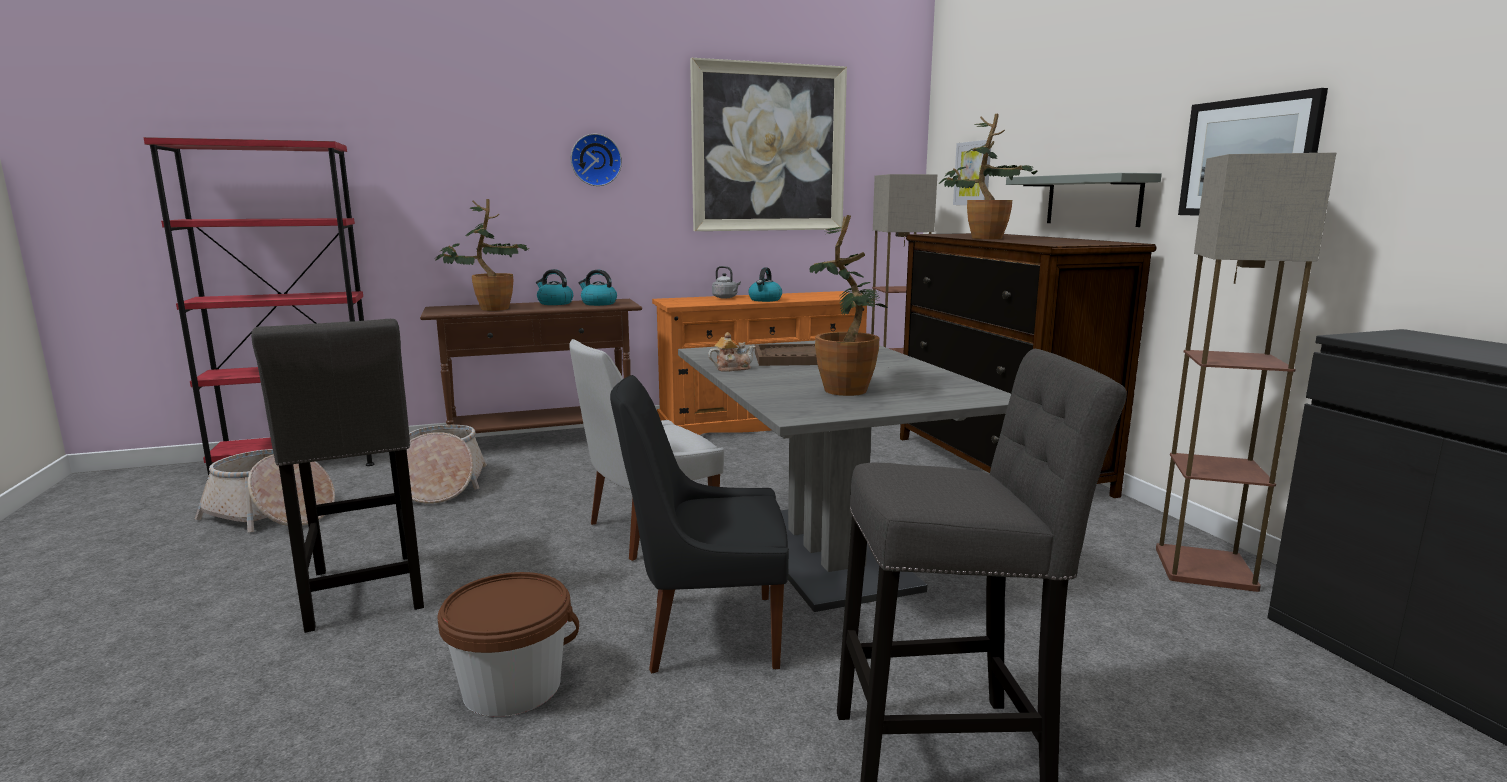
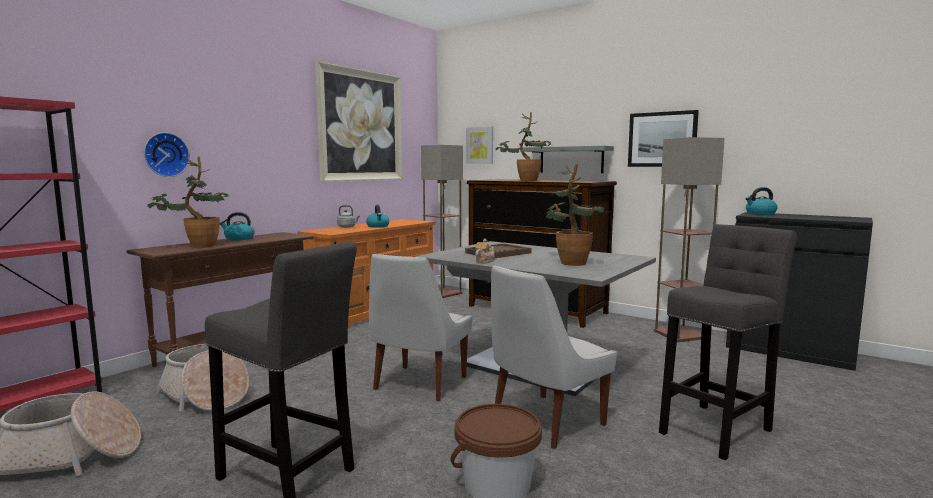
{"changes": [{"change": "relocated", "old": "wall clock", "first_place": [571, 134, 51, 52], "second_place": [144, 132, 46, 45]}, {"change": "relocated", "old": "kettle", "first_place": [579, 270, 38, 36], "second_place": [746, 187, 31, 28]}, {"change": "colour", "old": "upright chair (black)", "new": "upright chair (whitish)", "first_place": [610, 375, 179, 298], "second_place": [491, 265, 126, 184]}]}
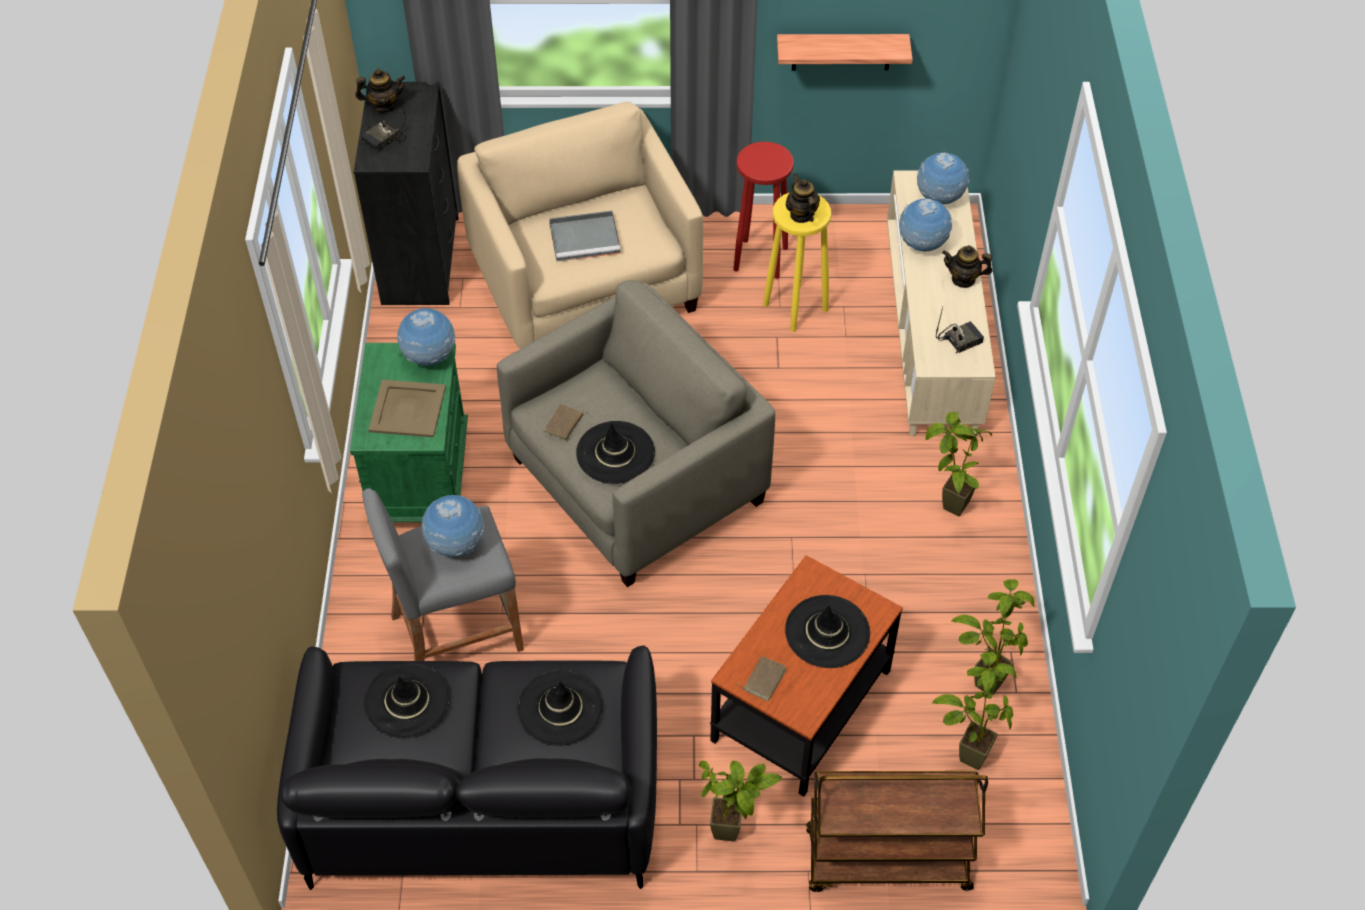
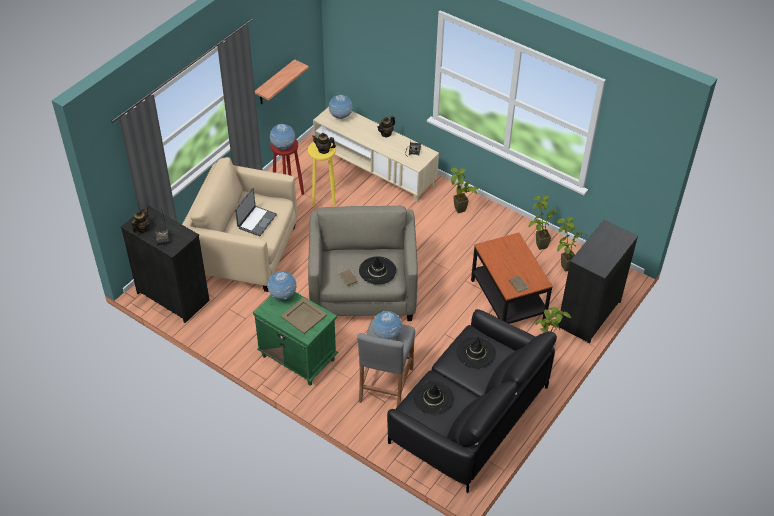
{"changes": [{"change": "missing", "old": "wearable hat (black)", "first_place": [785, 595, 85, 73]}, {"change": "relocated", "old": "world globe", "first_place": [899, 198, 53, 53], "second_place": [270, 124, 25, 25]}, {"change": "exchanged", "old": "serving tray (greyish)", "new": "portable computer", "first_place": [549, 211, 72, 51], "second_place": [235, 188, 42, 48]}, {"change": "exchanged", "old": "wheeled cart (brown)", "new": "dresser (black)", "first_place": [806, 771, 182, 121], "second_place": [559, 220, 79, 123]}]}
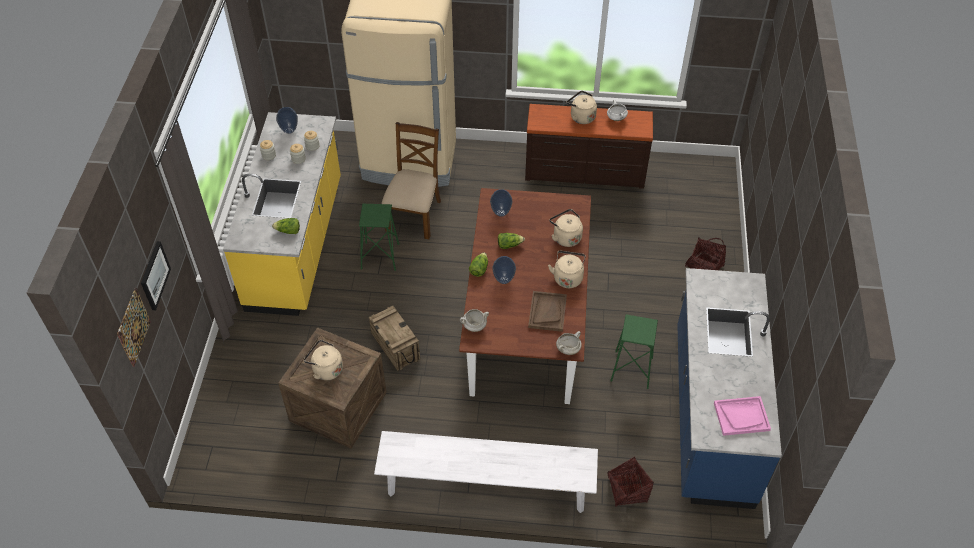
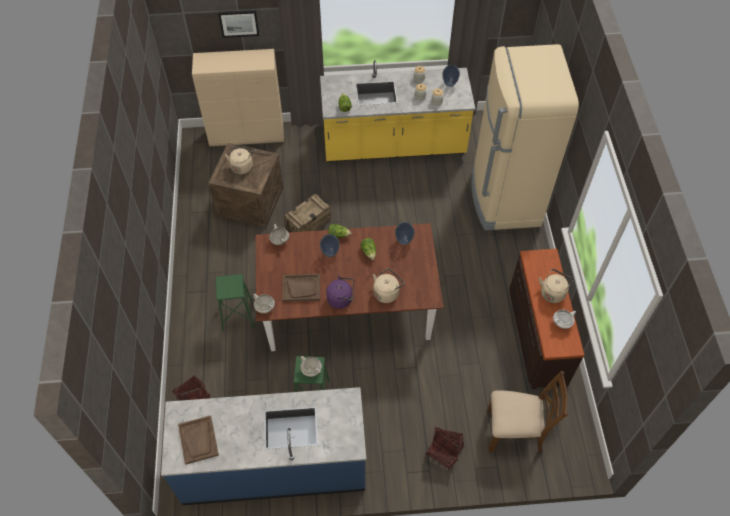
{"changes": [{"change": "missing", "old": "picture", "first_place": [117, 288, 34, 79]}, {"change": "missing", "old": "long seat (whitish)", "first_place": [374, 431, 224, 82]}, {"change": "appeared", "new": "storage cabinet (beige-coloured)", "second_place": [192, 49, 92, 97]}, {"change": "appeared", "new": "saucepot (whitish)", "second_place": [300, 356, 22, 21]}, {"change": "relocated", "old": "sitting stool (green)", "first_place": [359, 204, 40, 67], "second_place": [216, 274, 38, 57]}, {"change": "relocated", "old": "upright chair (brown)", "first_place": [382, 122, 59, 117], "second_place": [487, 371, 81, 82]}, {"change": "colour", "old": "kettle (beige-coloured)", "new": "kettle (purple)", "first_place": [548, 251, 38, 37], "second_place": [326, 275, 28, 34]}, {"change": "colour", "old": "serving tray (pinkish)", "new": "serving tray (brown)", "first_place": [714, 396, 57, 40], "second_place": [178, 415, 41, 50]}]}
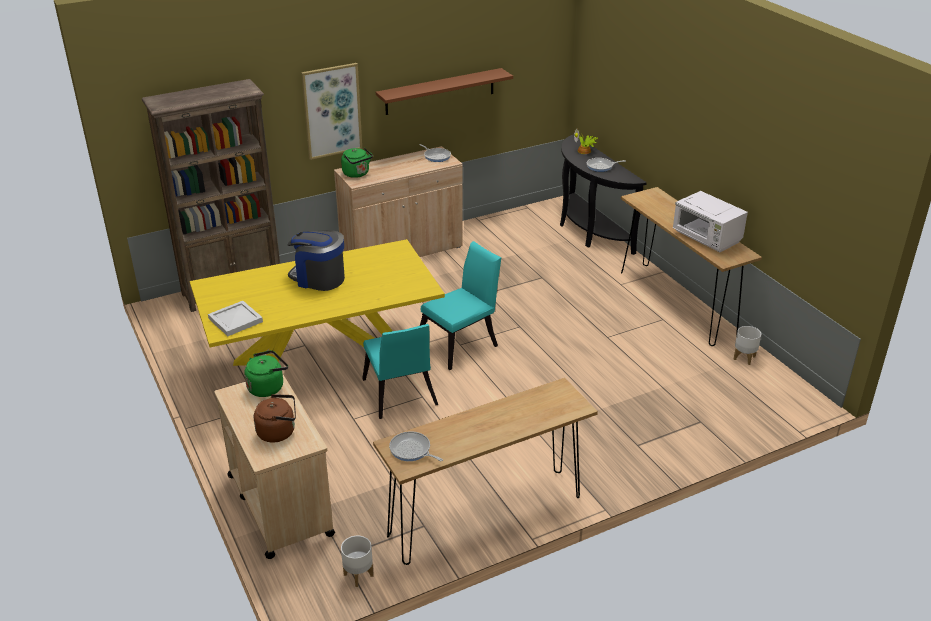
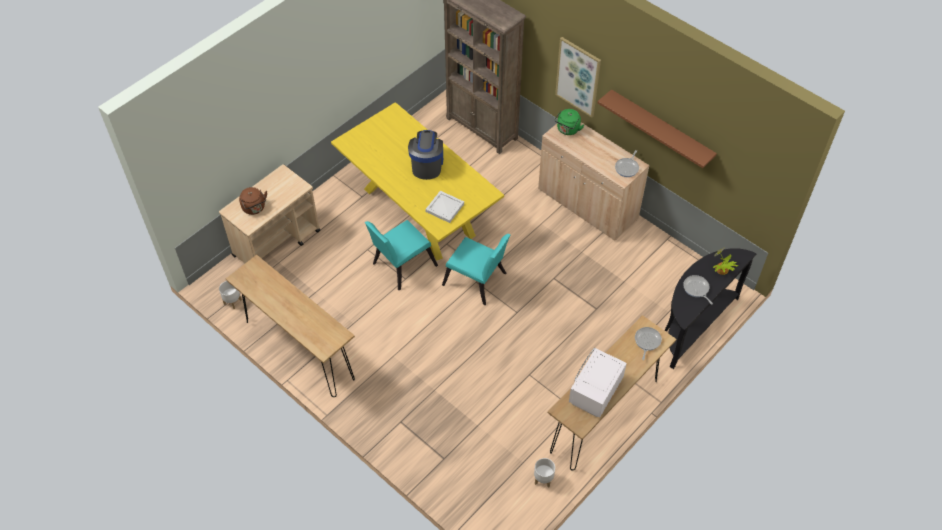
{"changes": [{"change": "missing", "old": "kettle (green)", "first_place": [244, 350, 44, 47]}, {"change": "relocated", "old": "serving tray (whitish)", "first_place": [208, 301, 55, 35], "second_place": [425, 191, 39, 32]}, {"change": "relocated", "old": "skillet", "first_place": [389, 431, 54, 30], "second_place": [635, 327, 27, 33]}]}
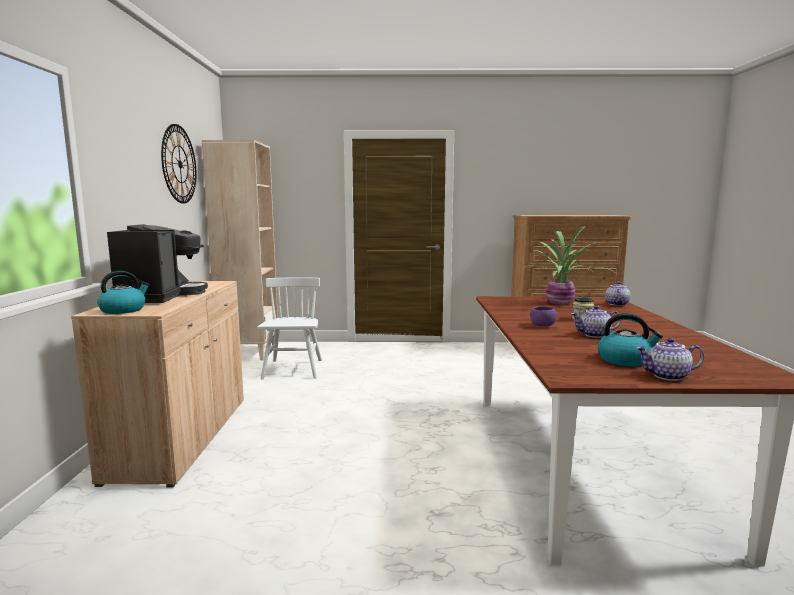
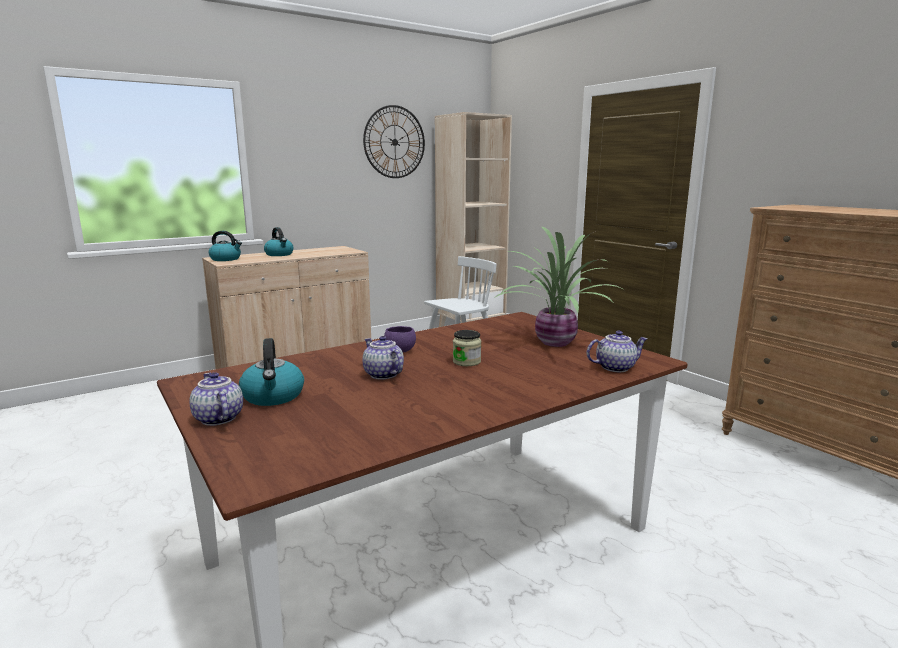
{"changes": [{"change": "exchanged", "old": "coffee brewer", "new": "kettle", "first_place": [107, 224, 101, 79], "second_place": [264, 227, 30, 29]}]}
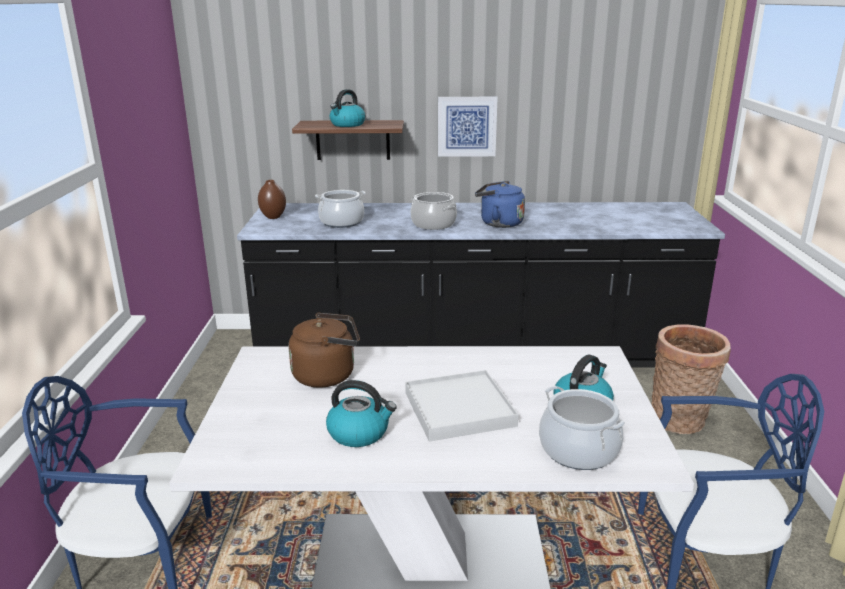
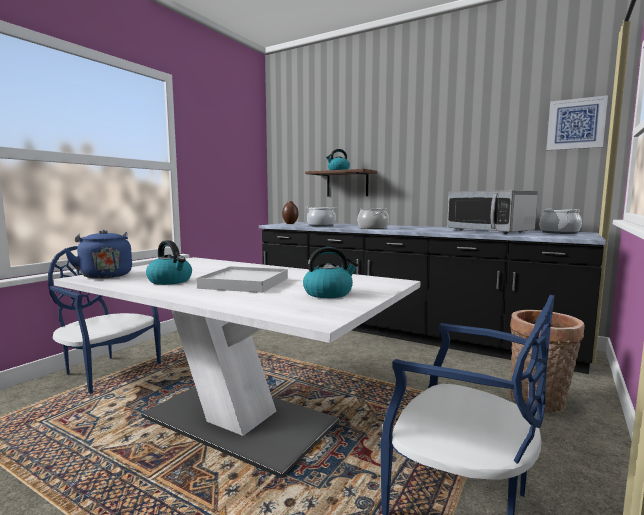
{"changes": [{"change": "missing", "old": "kettle (brown)", "first_place": [289, 313, 71, 75]}, {"change": "appeared", "new": "microwave", "second_place": [447, 190, 91, 44]}, {"change": "relocated", "old": "picture", "first_place": [438, 97, 60, 60], "second_place": [547, 95, 61, 55]}, {"change": "relocated", "old": "kettle (blue-coloured)", "first_place": [475, 181, 50, 47], "second_place": [64, 230, 68, 49]}, {"change": "relocated", "old": "saucepot", "first_place": [539, 386, 86, 84], "second_place": [539, 208, 43, 26]}]}
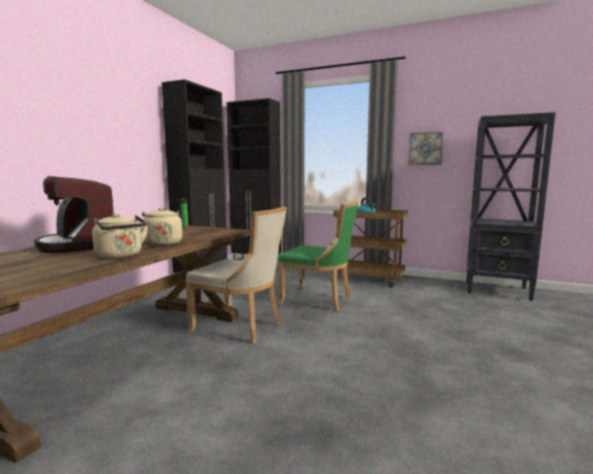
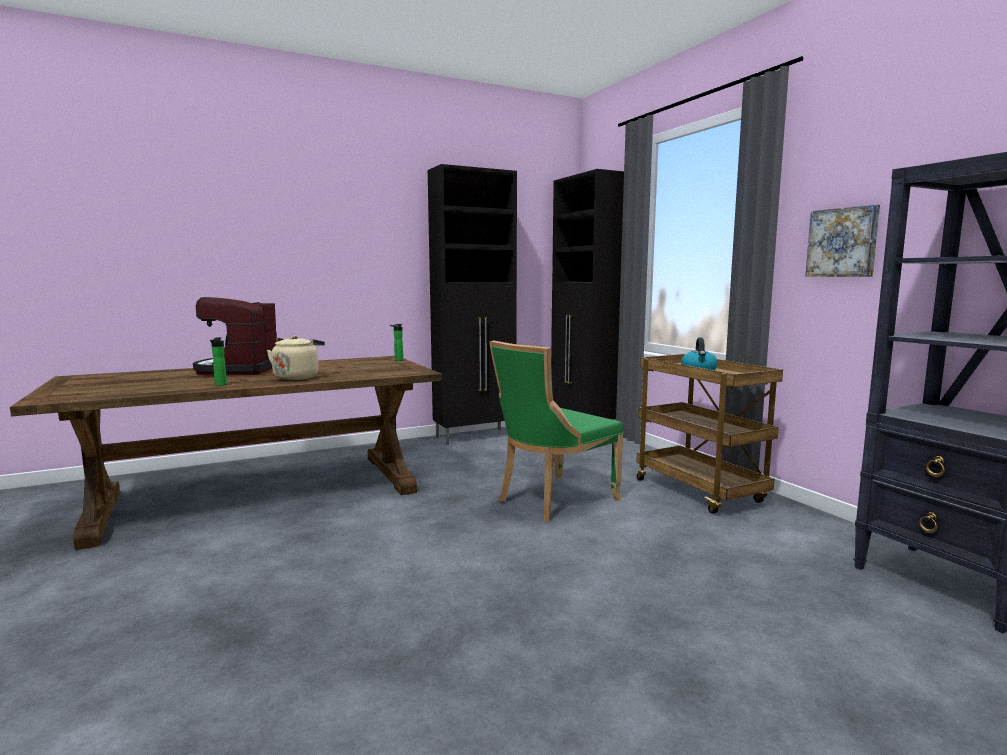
{"changes": [{"change": "missing", "old": "upright chair (beige-coloured)", "first_place": [186, 207, 101, 137]}, {"change": "exchanged", "old": "kettle (beige-coloured)", "new": "drink bottle", "first_place": [92, 214, 56, 45], "second_place": [210, 337, 17, 49]}, {"change": "spun", "old": "upright chair (green)", "first_place": [278, 201, 81, 110], "second_place": [489, 341, 134, 180], "degrees": 75}]}
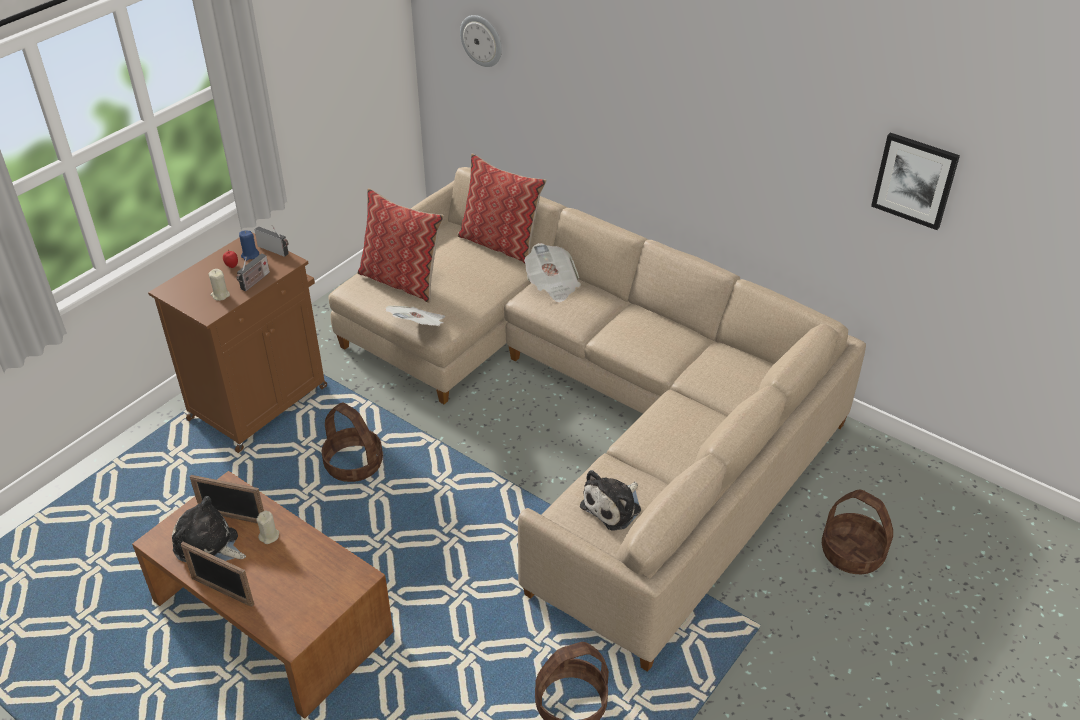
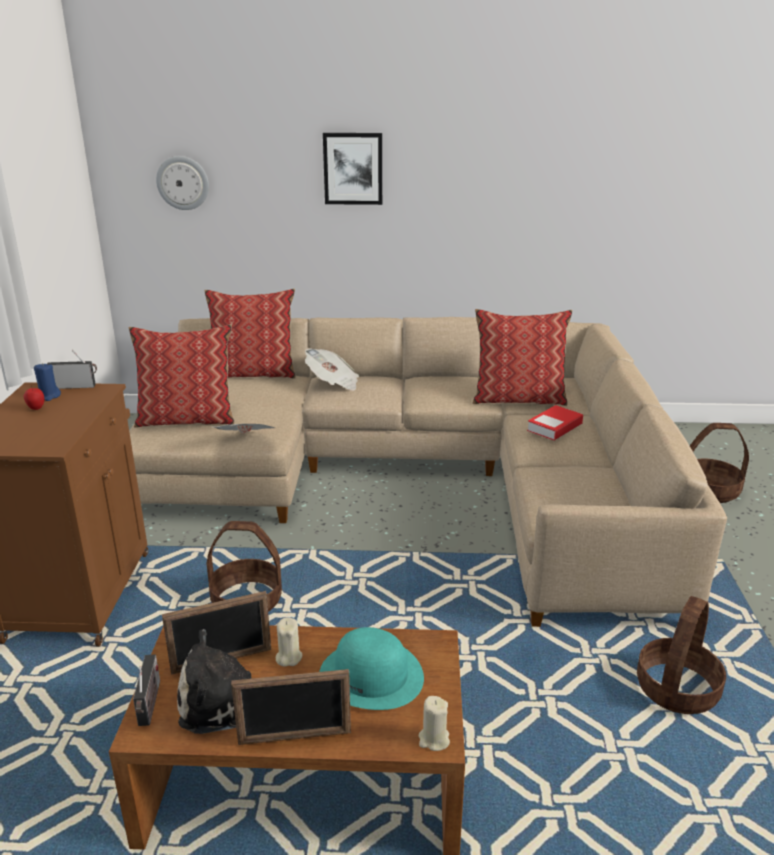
{"changes": [{"change": "missing", "old": "cuddly toy", "first_place": [580, 470, 61, 61]}, {"change": "appeared", "new": "wearable hat (blue-green)", "second_place": [319, 627, 105, 83]}, {"change": "appeared", "new": "pillow", "second_place": [472, 309, 101, 97]}, {"change": "appeared", "new": "book", "second_place": [527, 405, 56, 36]}, {"change": "relocated", "old": "wax light (beige-coloured)", "first_place": [208, 269, 22, 32], "second_place": [419, 696, 31, 55]}, {"change": "relocated", "old": "radio set", "first_place": [236, 253, 34, 38], "second_place": [133, 654, 27, 72]}, {"change": "relocated", "old": "picture", "first_place": [871, 133, 89, 97], "second_place": [323, 133, 59, 72]}]}
